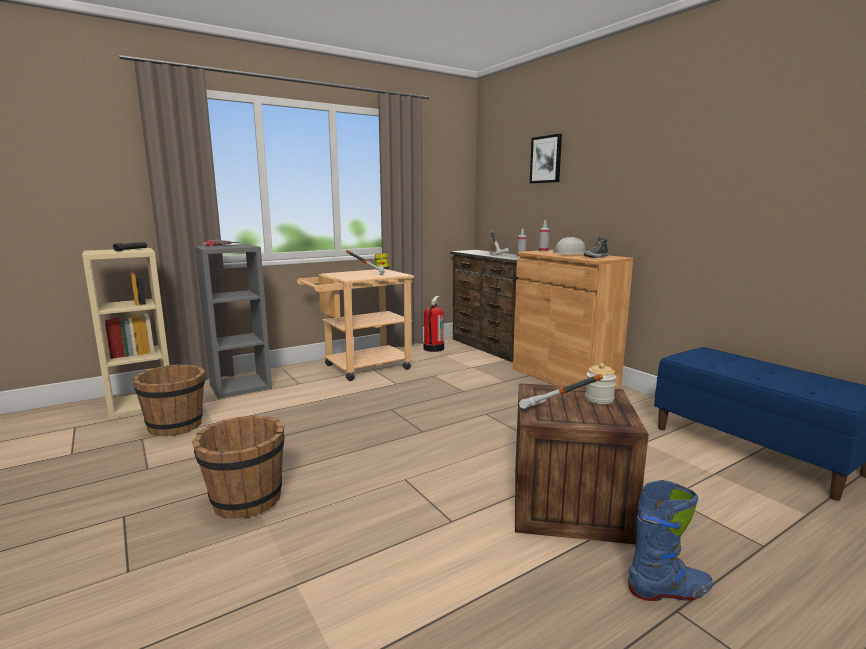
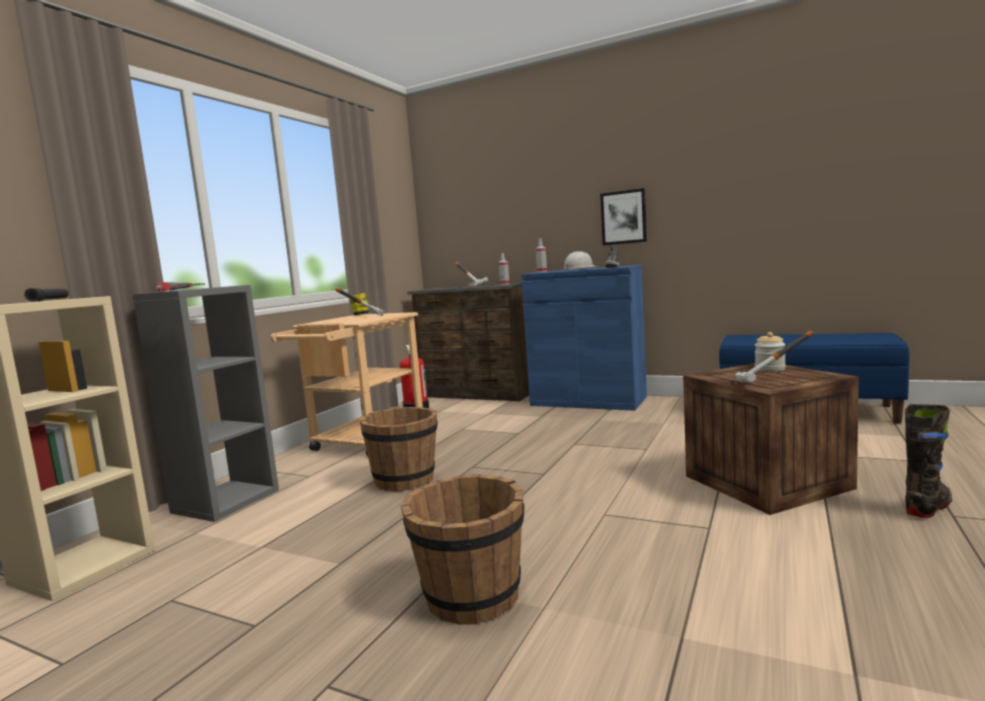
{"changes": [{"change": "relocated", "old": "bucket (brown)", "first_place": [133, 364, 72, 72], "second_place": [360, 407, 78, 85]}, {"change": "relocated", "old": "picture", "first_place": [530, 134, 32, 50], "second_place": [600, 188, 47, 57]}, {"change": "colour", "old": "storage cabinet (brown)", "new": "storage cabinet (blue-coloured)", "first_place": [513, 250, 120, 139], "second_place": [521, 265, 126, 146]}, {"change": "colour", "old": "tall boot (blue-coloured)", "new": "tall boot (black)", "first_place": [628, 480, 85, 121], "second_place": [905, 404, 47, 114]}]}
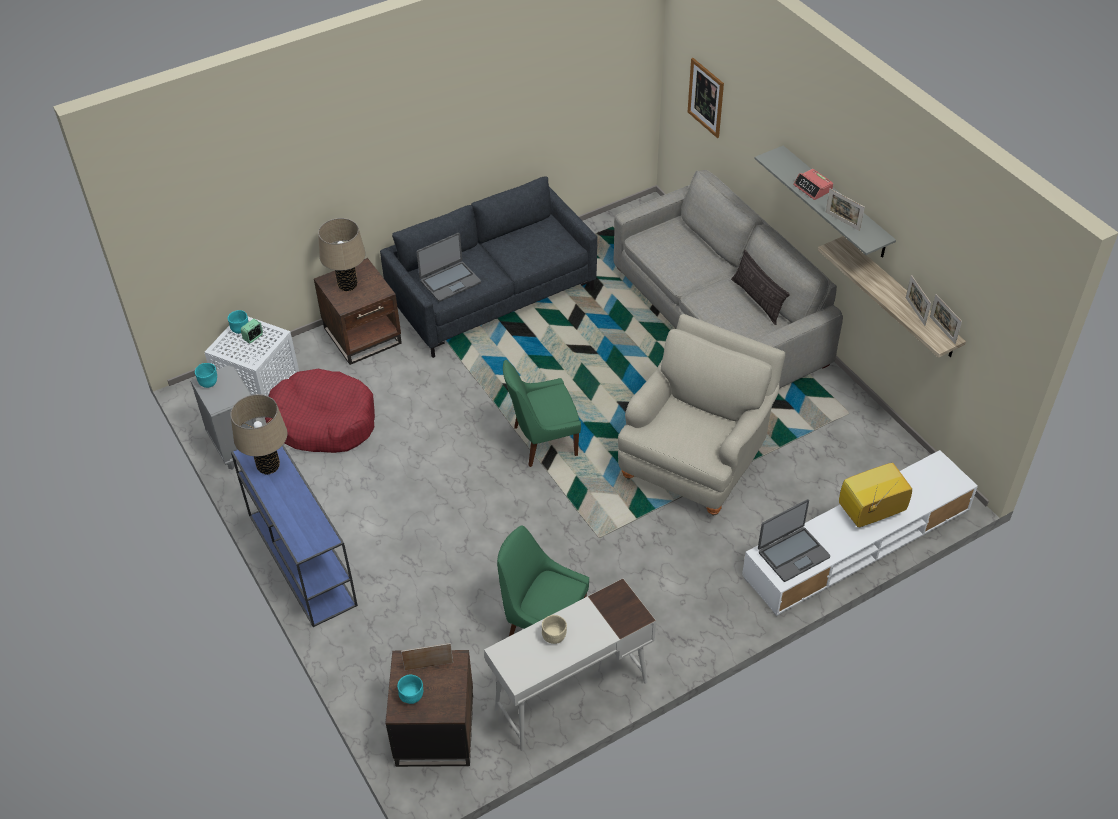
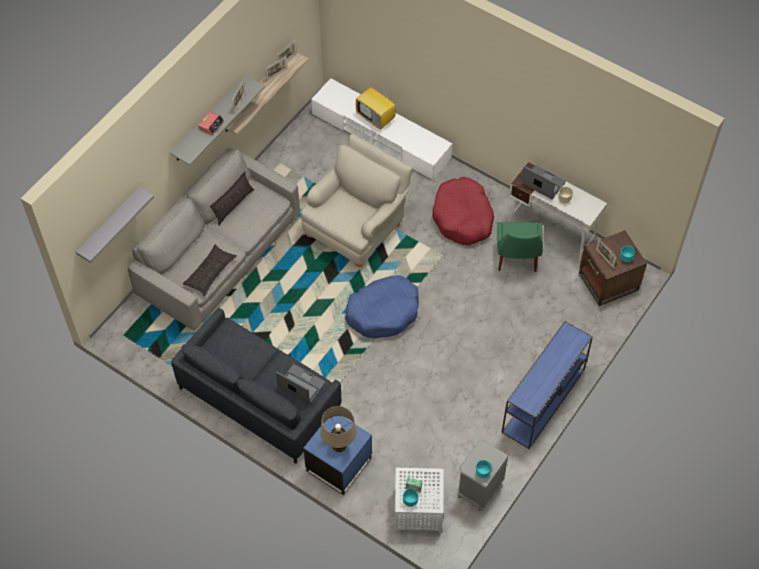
{"changes": [{"change": "missing", "old": "table lamp (beige-coloured)", "first_place": [230, 394, 57, 81]}, {"change": "appeared", "new": "pillow", "second_place": [183, 244, 54, 52]}, {"change": "relocated", "old": "dog bed (red-coloured)", "first_place": [265, 369, 110, 84], "second_place": [432, 177, 62, 68]}, {"change": "relocated", "old": "portable computer", "first_place": [758, 499, 72, 83], "second_place": [522, 165, 44, 34]}, {"change": "exchanged", "old": "upright chair (green)", "new": "dog bed (blue-coloured)", "first_place": [503, 360, 78, 107], "second_place": [345, 275, 74, 63]}, {"change": "exchanged", "old": "picture", "new": "wall shelf (greyish)", "first_place": [688, 58, 36, 80], "second_place": [76, 187, 78, 76]}, {"change": "colour", "old": "side table (brown)", "new": "side table (blue-coloured)", "first_place": [314, 258, 88, 107], "second_place": [303, 416, 69, 79]}, {"change": "spun", "old": "lounge chair (beige-coloured)", "first_place": [618, 314, 167, 202], "second_place": [301, 134, 112, 133], "degrees": 120}]}
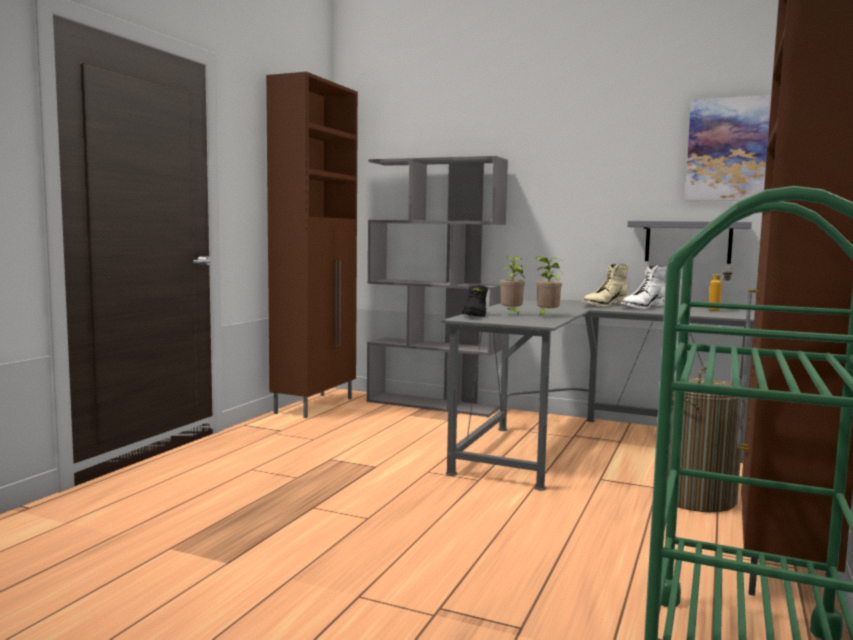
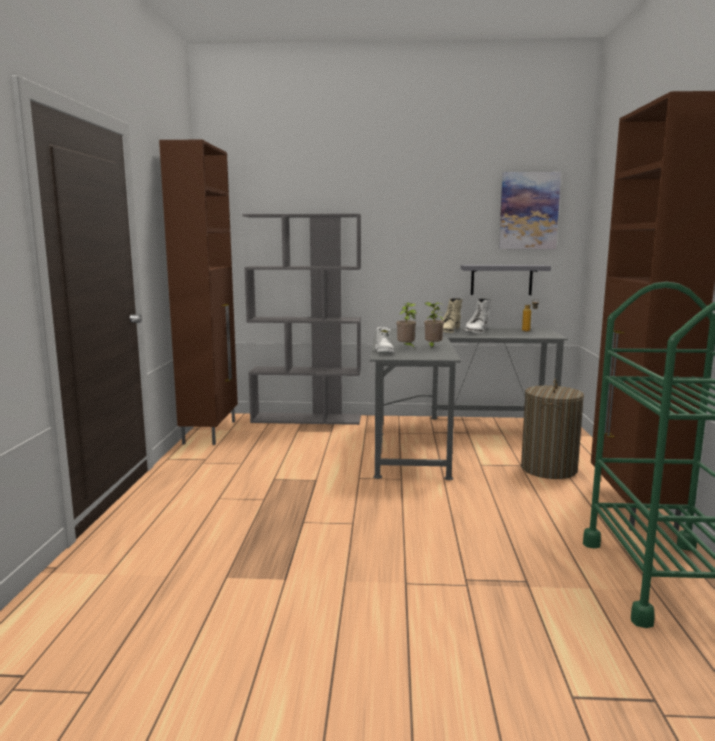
{"changes": [{"change": "colour", "old": "tall boot (black)", "new": "tall boot (whitish)", "first_place": [462, 285, 26, 32], "second_place": [375, 327, 19, 26]}]}
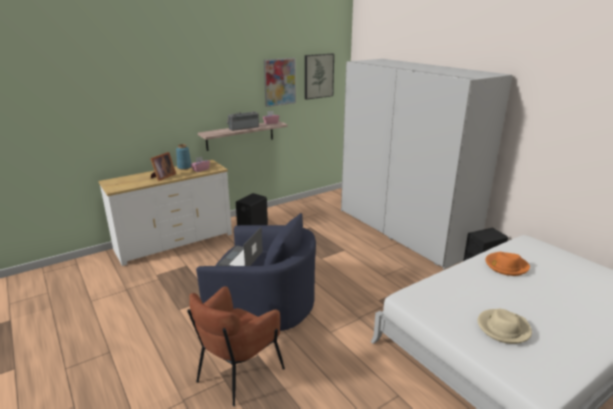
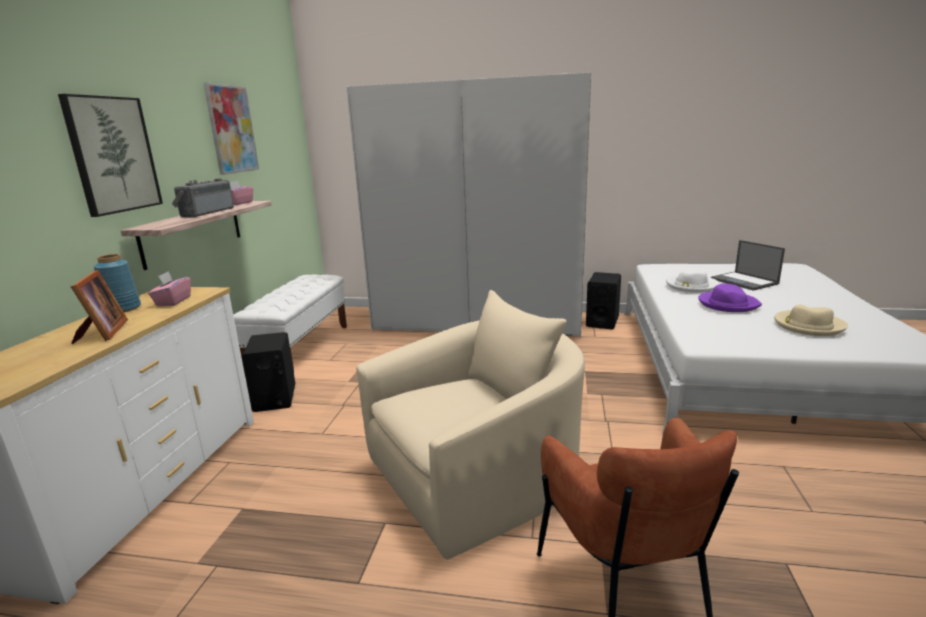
{"changes": [{"change": "appeared", "new": "long seat (whitish)", "second_place": [233, 275, 114, 98]}, {"change": "appeared", "new": "wearable hat (purple)", "second_place": [698, 284, 64, 28]}, {"change": "relocated", "old": "portable computer", "first_place": [218, 227, 45, 39], "second_place": [711, 240, 74, 51]}, {"change": "relocated", "old": "picture", "first_place": [305, 53, 29, 47], "second_place": [58, 94, 105, 123]}, {"change": "colour", "old": "lounge chair (blue-coloured)", "new": "lounge chair (beige-coloured)", "first_place": [196, 213, 120, 118], "second_place": [356, 290, 229, 270]}, {"change": "colour", "old": "wearable hat (orange-coloured)", "new": "wearable hat (whitish)", "first_place": [485, 252, 45, 24], "second_place": [666, 269, 53, 24]}]}
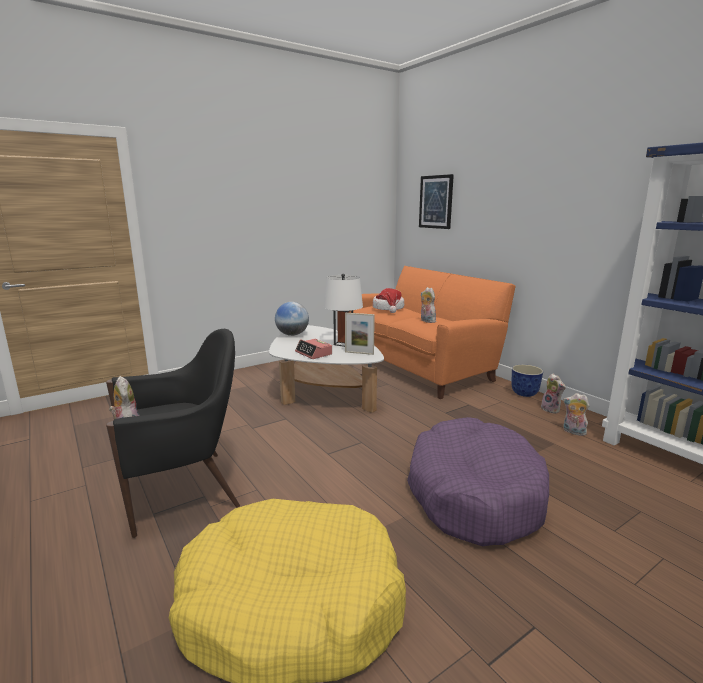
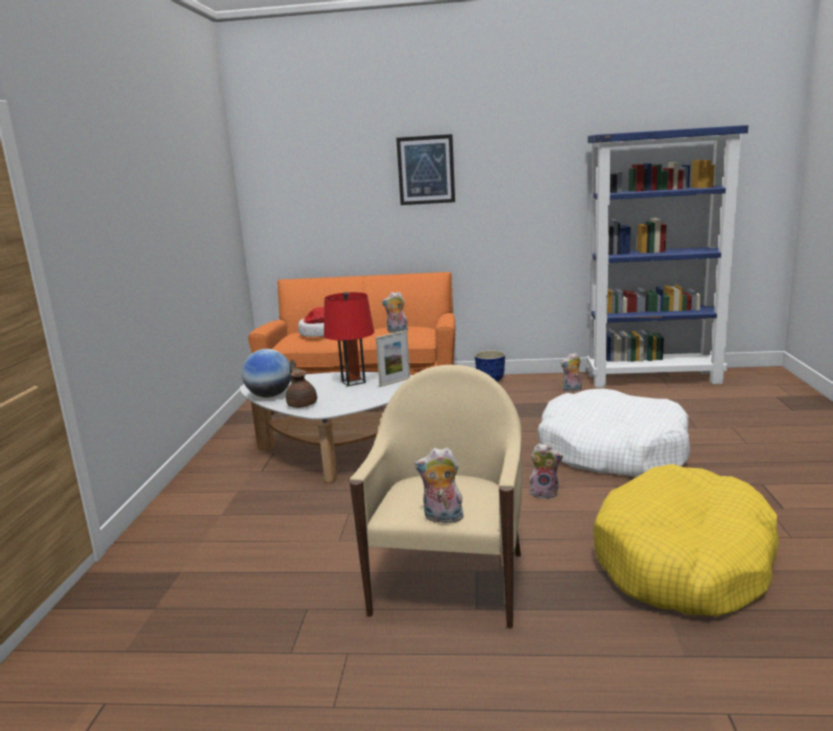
{"changes": [{"change": "missing", "old": "bedside clock", "first_place": [295, 339, 37, 20]}, {"change": "appeared", "new": "pot for tea (brown)", "second_place": [286, 359, 31, 49]}, {"change": "relocated", "old": "picture", "first_place": [419, 174, 35, 55], "second_place": [396, 134, 59, 71]}, {"change": "relocated", "old": "cuddly toy", "first_place": [540, 374, 26, 40], "second_place": [530, 443, 33, 56]}, {"change": "colour", "old": "lounge chair (black)", "new": "lounge chair (beige-coloured)", "first_place": [106, 329, 134, 209], "second_place": [350, 365, 172, 264]}, {"change": "colour", "old": "table lamp (whitish)", "new": "table lamp (red-coloured)", "first_place": [324, 274, 39, 73], "second_place": [324, 292, 50, 94]}, {"change": "colour", "old": "dog bed (purple)", "new": "dog bed (whitish)", "first_place": [407, 417, 142, 129], "second_place": [538, 388, 152, 89]}]}
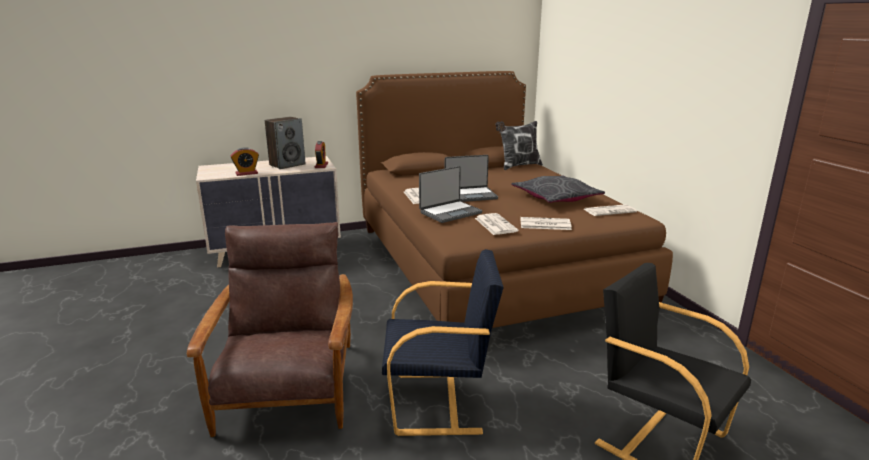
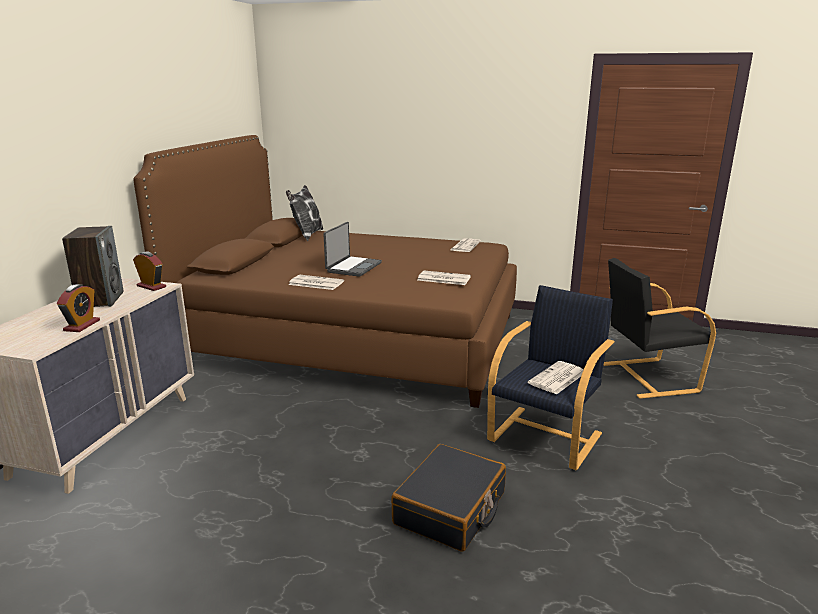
{"changes": [{"change": "missing", "old": "portable computer", "first_place": [419, 166, 63, 57]}, {"change": "missing", "old": "pillow (greyish)", "first_place": [511, 176, 94, 27]}, {"change": "relocated", "old": "daily paper", "first_place": [521, 217, 51, 13], "second_place": [528, 361, 55, 34]}, {"change": "exchanged", "old": "lounge chair (brown)", "new": "suitcase (black)", "first_place": [187, 222, 166, 215], "second_place": [391, 444, 115, 108]}]}
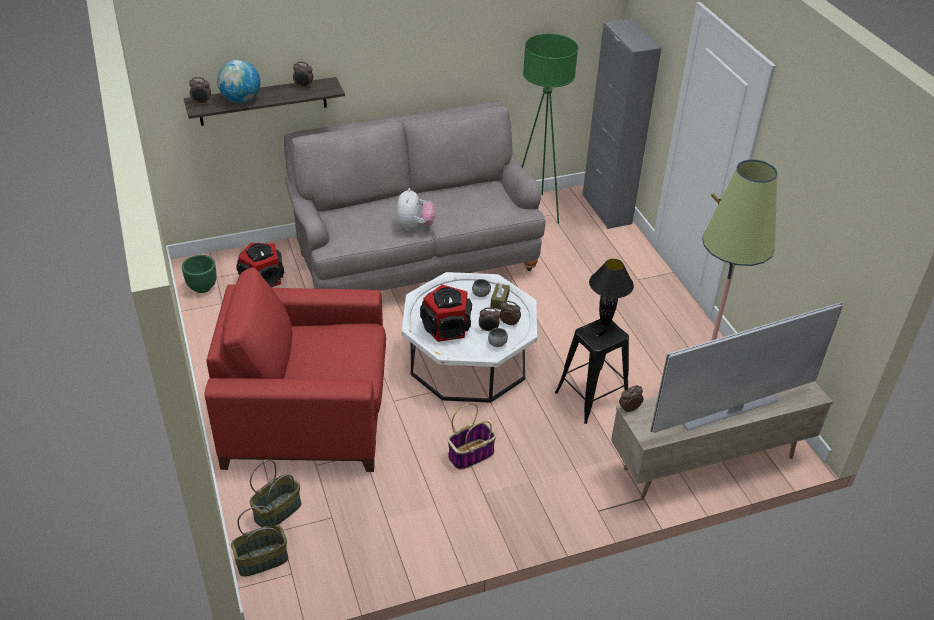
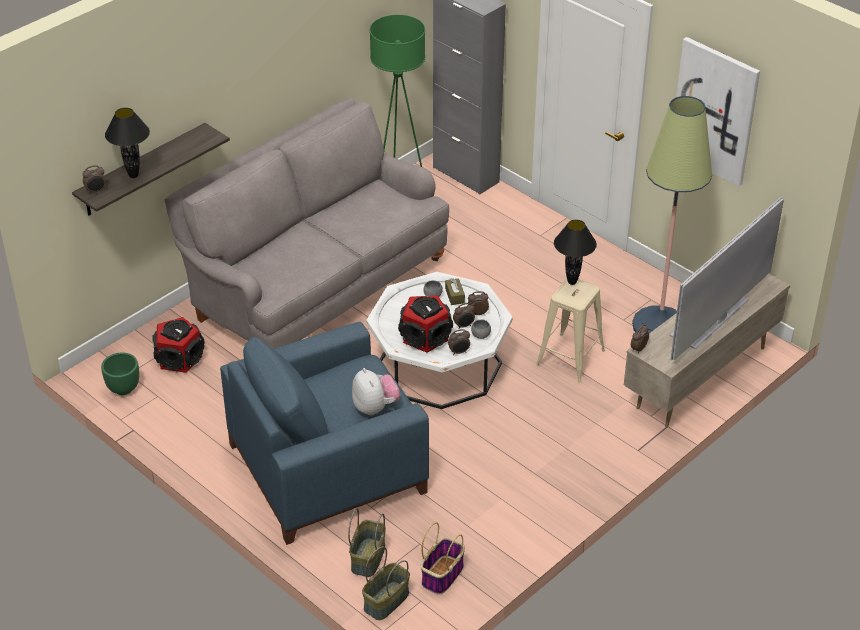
{"changes": [{"change": "appeared", "new": "picture", "second_place": [676, 37, 84, 149]}, {"change": "relocated", "old": "bedside clock", "first_place": [293, 62, 20, 27], "second_place": [448, 329, 22, 26]}, {"change": "relocated", "old": "cuddly toy", "first_place": [395, 188, 40, 43], "second_place": [352, 368, 48, 48]}, {"change": "relocated", "old": "basket", "first_place": [447, 403, 49, 67], "second_place": [421, 522, 44, 72]}, {"change": "exchanged", "old": "world globe", "new": "table lamp (black)", "first_place": [217, 60, 43, 43], "second_place": [105, 108, 45, 70]}, {"change": "colour", "old": "lounge chair (red-coloured)", "new": "lounge chair (blue-coloured)", "first_place": [205, 267, 181, 205], "second_place": [220, 322, 209, 223]}, {"change": "colour", "old": "sitting stool (black)", "new": "sitting stool (beige-coloured)", "first_place": [555, 319, 74, 105], "second_place": [536, 278, 69, 105]}]}
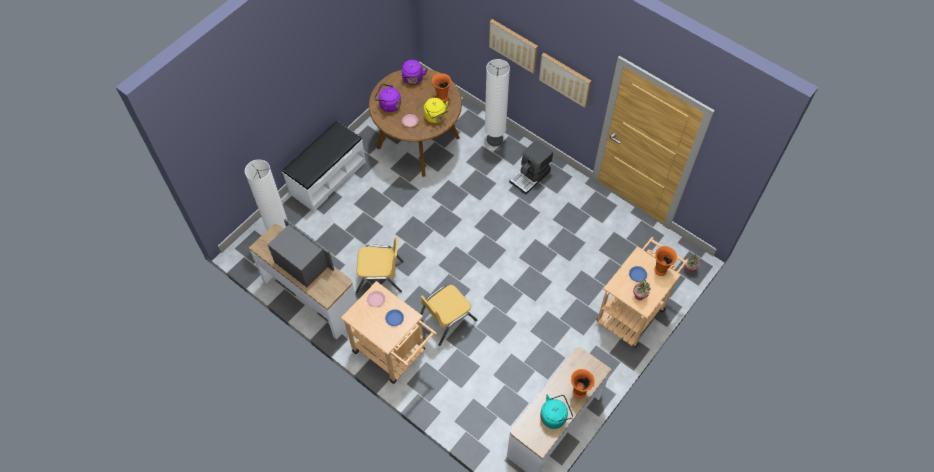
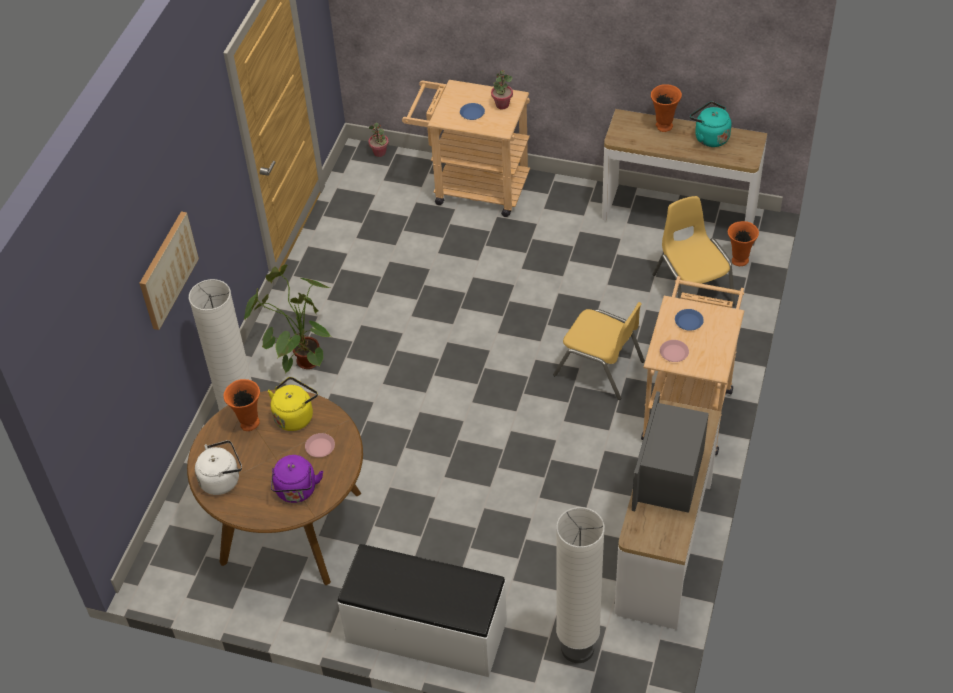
{"changes": [{"change": "missing", "old": "picture", "first_place": [539, 53, 52, 55]}, {"change": "relocated", "old": "upright chair (yellow-coloured)", "first_place": [356, 237, 48, 56], "second_place": [652, 196, 83, 109]}, {"change": "relocated", "old": "decorative vase (orange-coloured)", "first_place": [654, 246, 23, 30], "second_place": [728, 221, 31, 45]}, {"change": "exchanged", "old": "coffee brewer", "new": "plant in a pot", "first_place": [509, 140, 44, 55], "second_place": [244, 264, 88, 109]}, {"change": "colour", "old": "kettle (purple)", "new": "kettle (whitish)", "first_place": [401, 60, 27, 25], "second_place": [195, 440, 47, 55]}]}
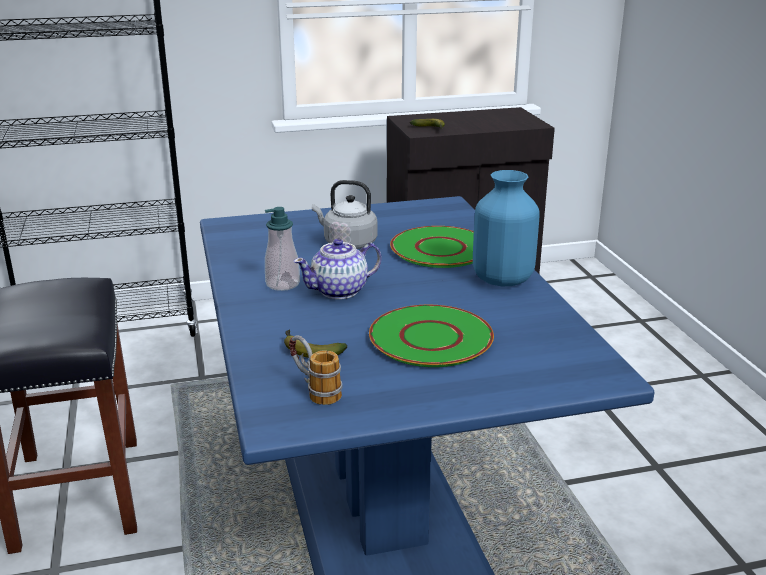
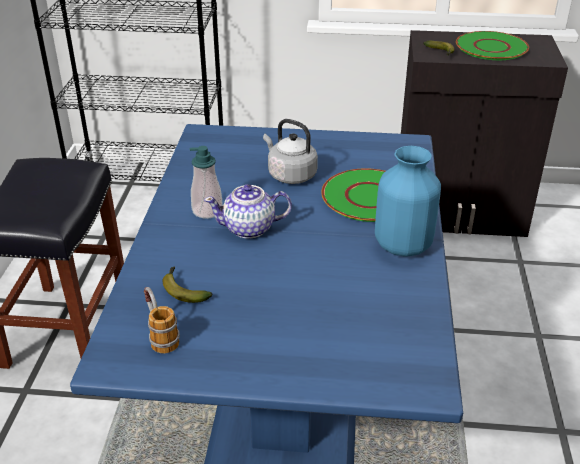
{"changes": [{"change": "relocated", "old": "plate (green)", "first_place": [369, 305, 125, 62], "second_place": [456, 31, 73, 29]}]}
